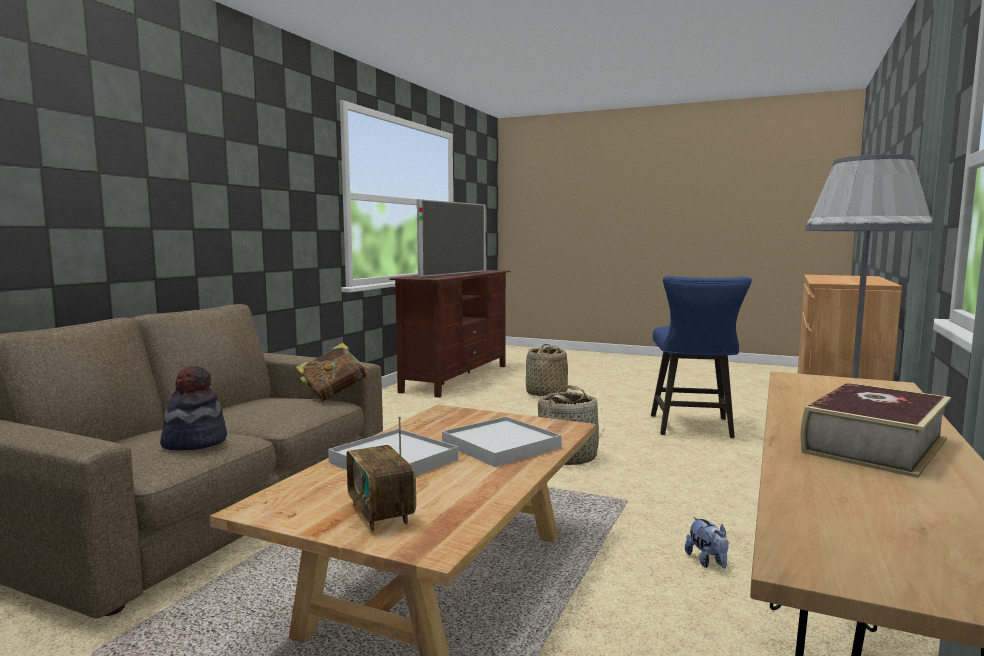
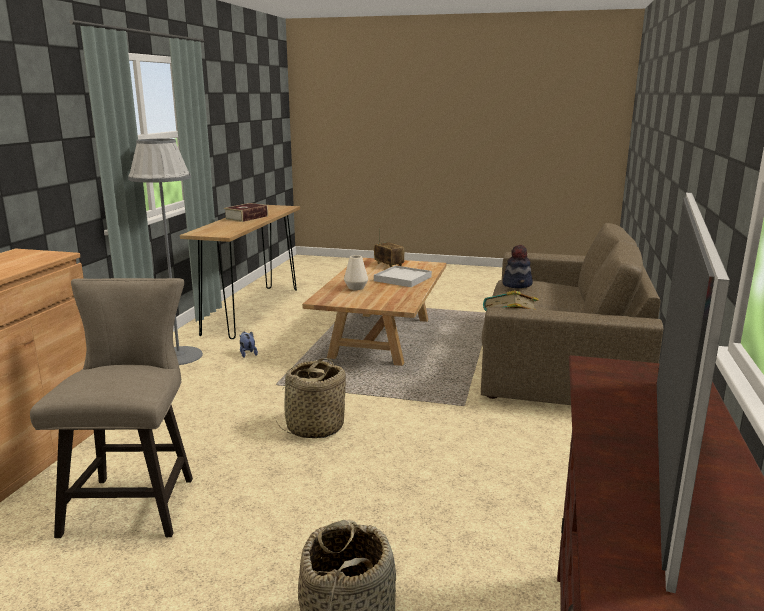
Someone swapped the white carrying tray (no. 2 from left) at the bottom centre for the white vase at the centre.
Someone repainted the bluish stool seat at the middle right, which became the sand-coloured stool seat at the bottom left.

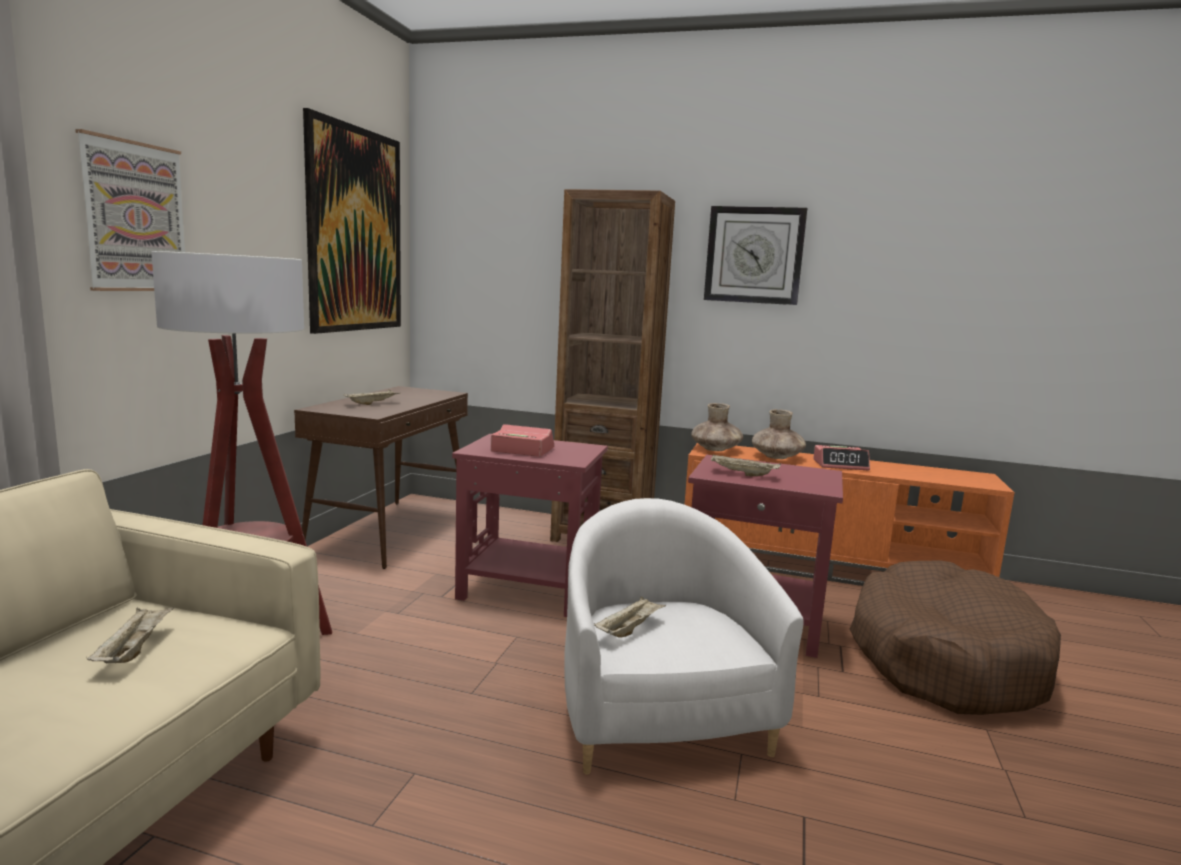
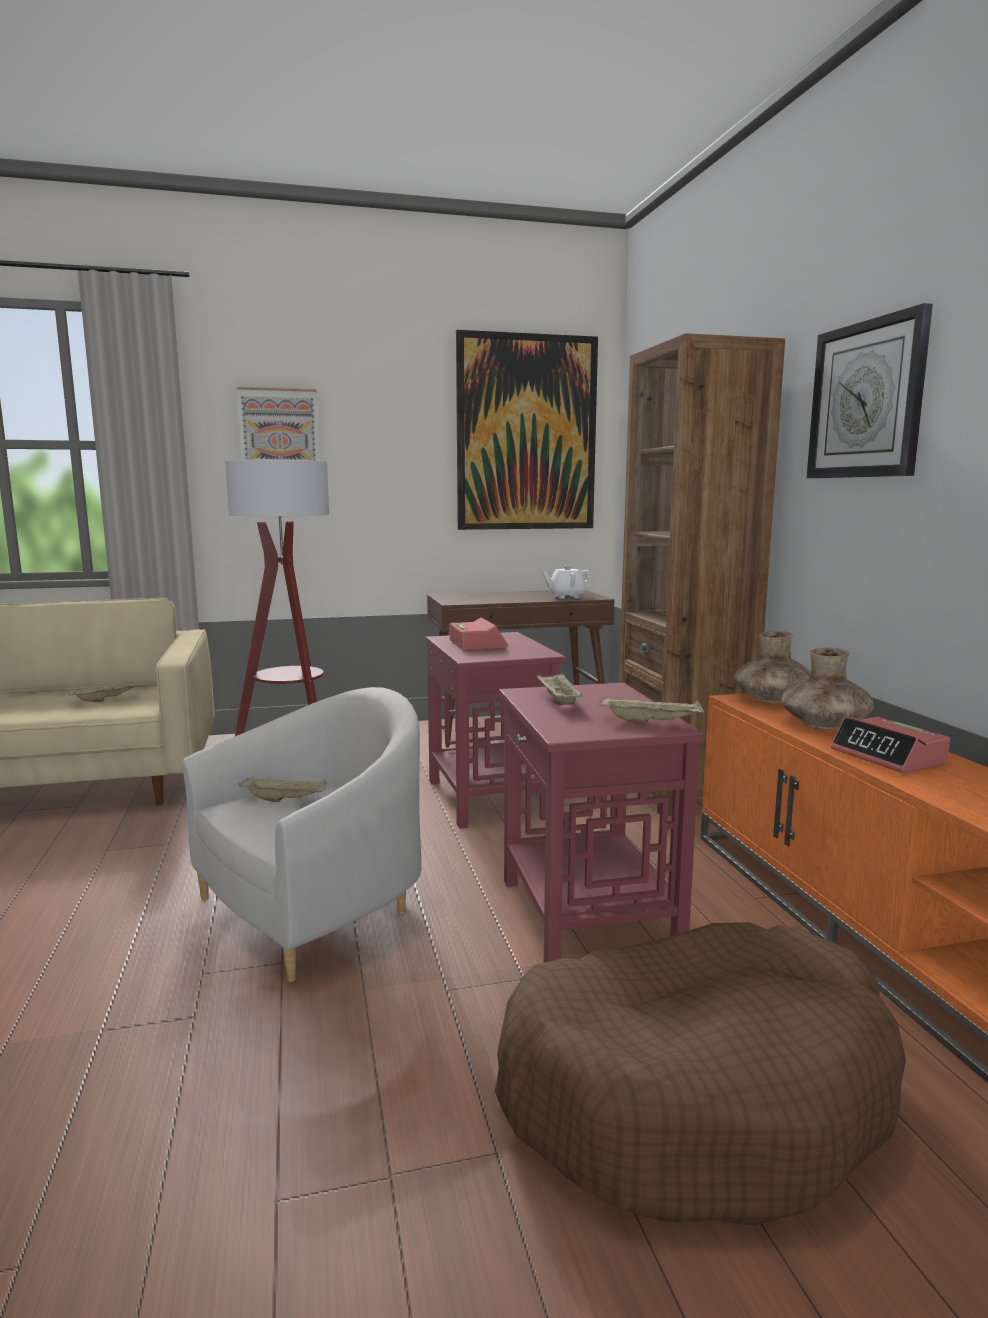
Someone put down the white teapot at the centre.
Someone carried the sand-coloured carrying tray (no. 2 from left in the first image) from the middle left to the centre.

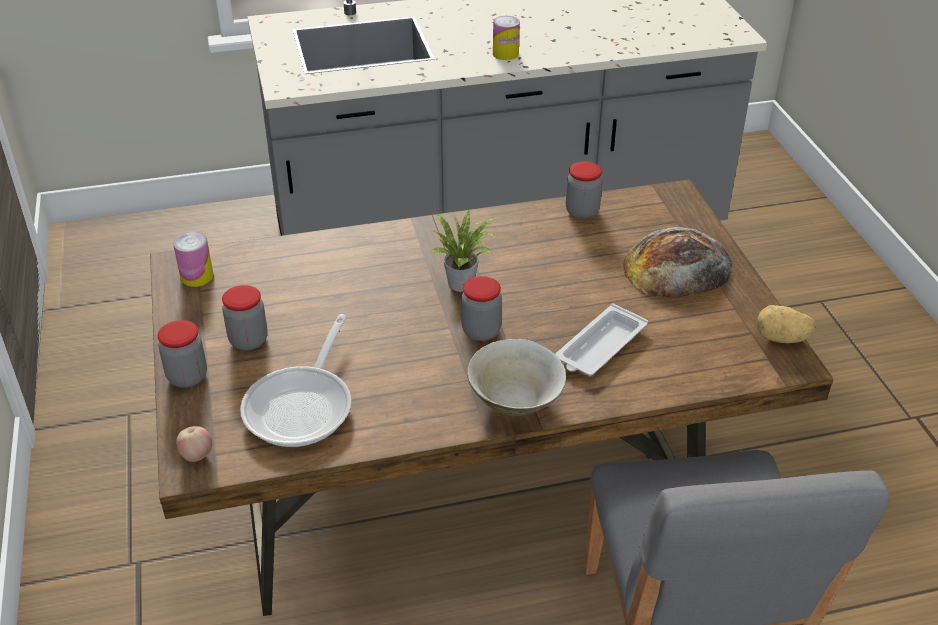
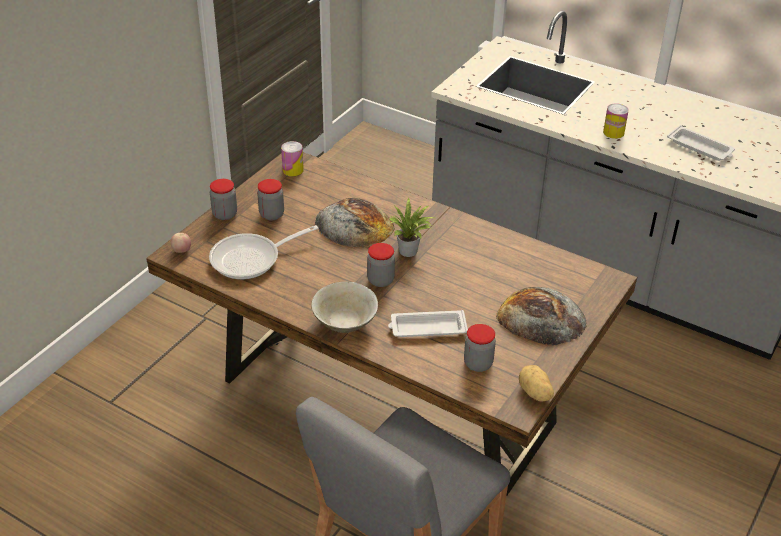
Someone put down the baked bread (no. 1 from left) at the centre.
Someone put down the white carrying tray (no. 2 from left) at the top right.
Someone carried the storage jar (no. 4 from left) from the top centre to the centre.

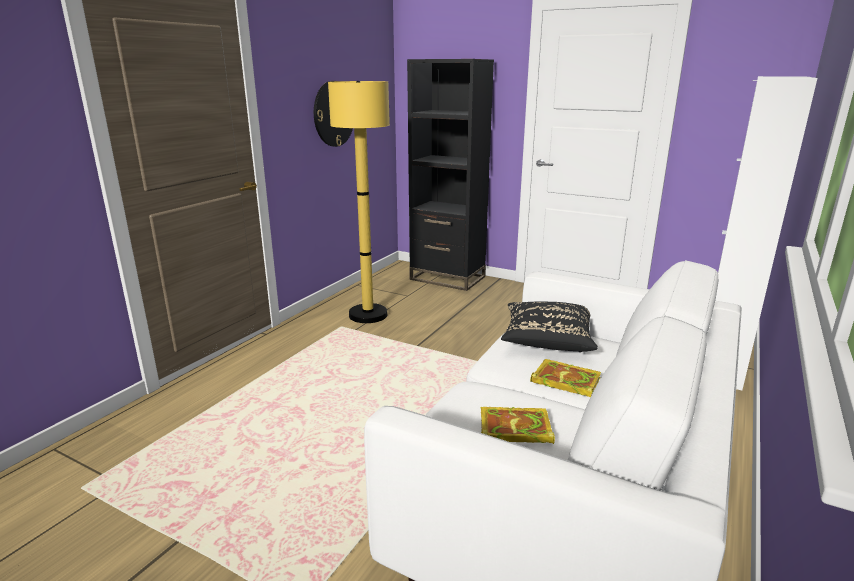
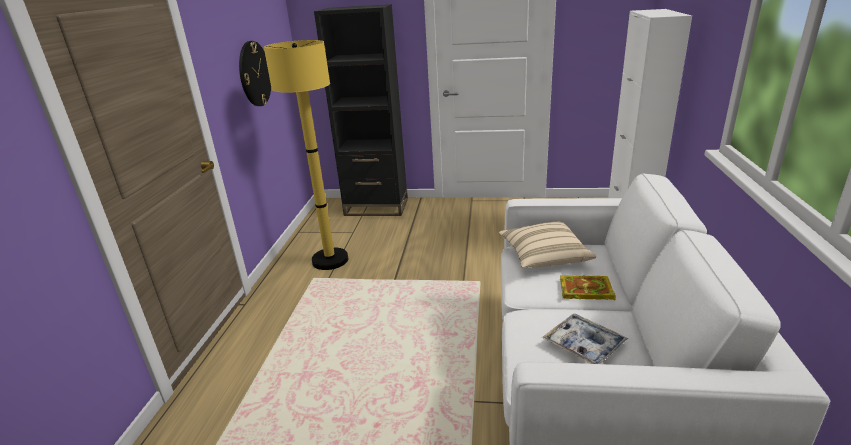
Someone swapped the book (no. 1 from left) at the bottom centre for the carrying tray at the bottom right.
Someone repainted the blackish pillow at the centre, which became the sand-coloured pillow at the centre.

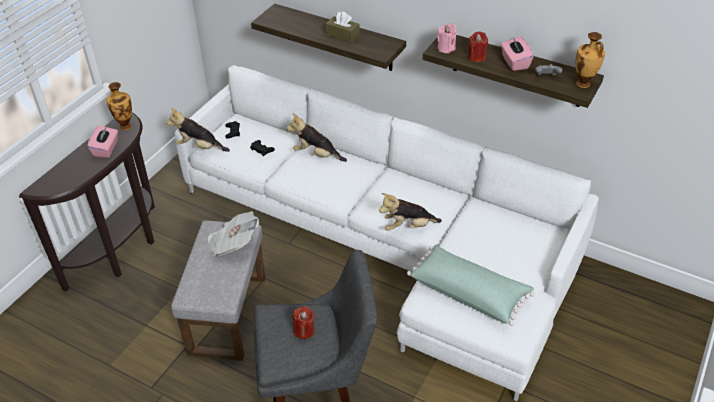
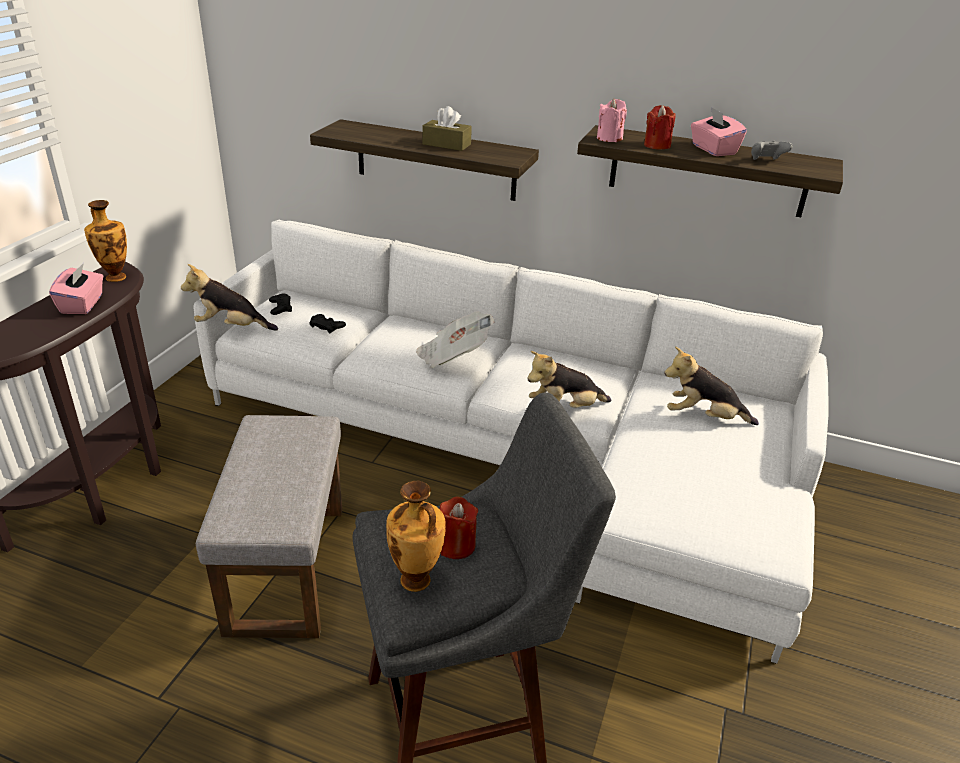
Someone took away the green-coloured pillow at the bottom centre.
Someone carried the printed paper from the middle left to the centre.
Someone carried the soft toy (no. 2 from left in the first image) from the centre to the middle right.
Someone carried the vase (no. 2 from left) from the top right to the bottom centre.

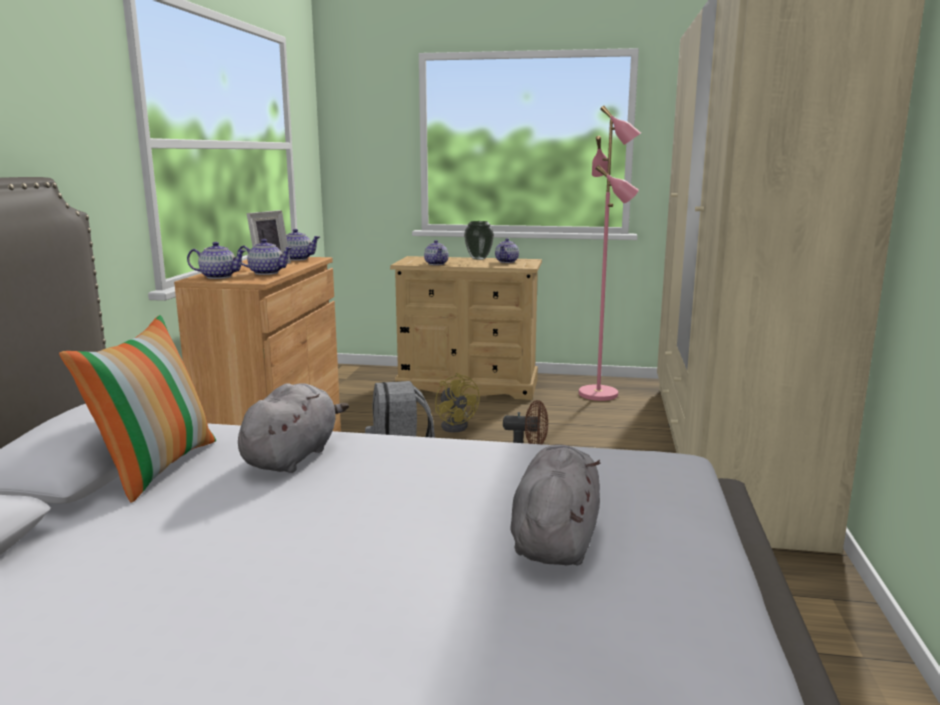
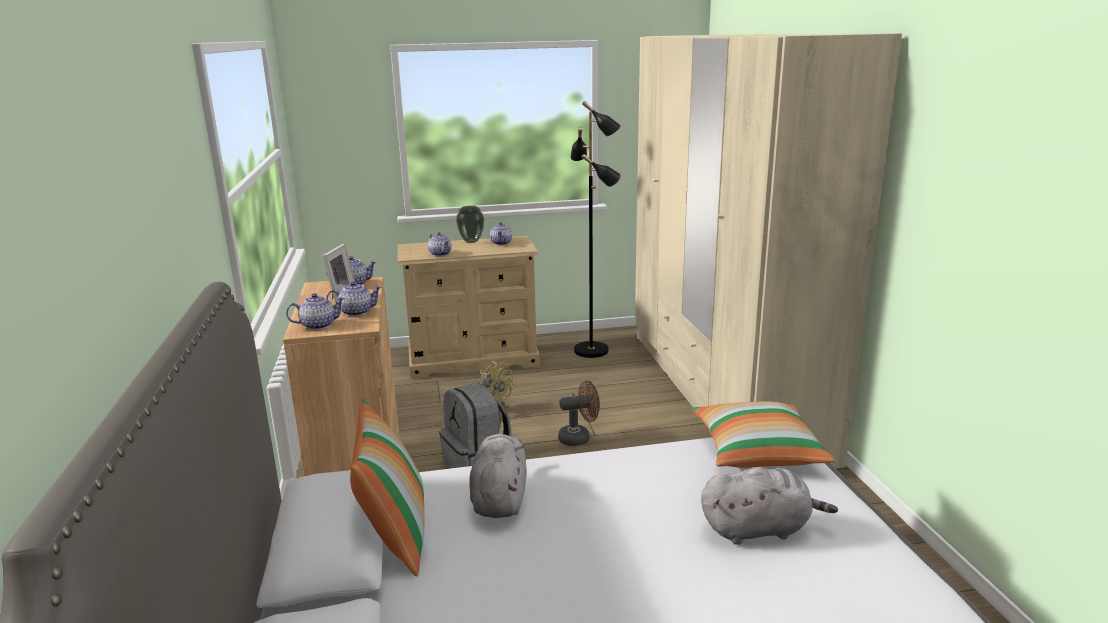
Someone put down the pillow (no. 2 from left) at the bottom right.
Someone repainted the pink-coloured floor lamp at the centre, which became the blackish floor lamp at the centre.
Someone rotated the greyish soft toy (no. 2 from left) at the bottom centre by 90 degrees clockwise.

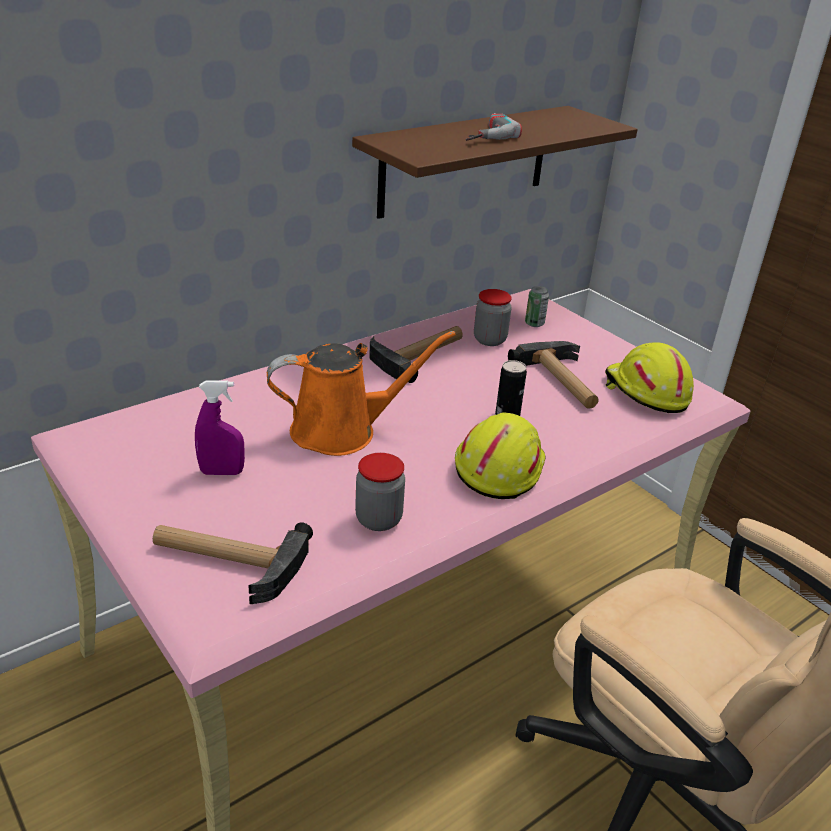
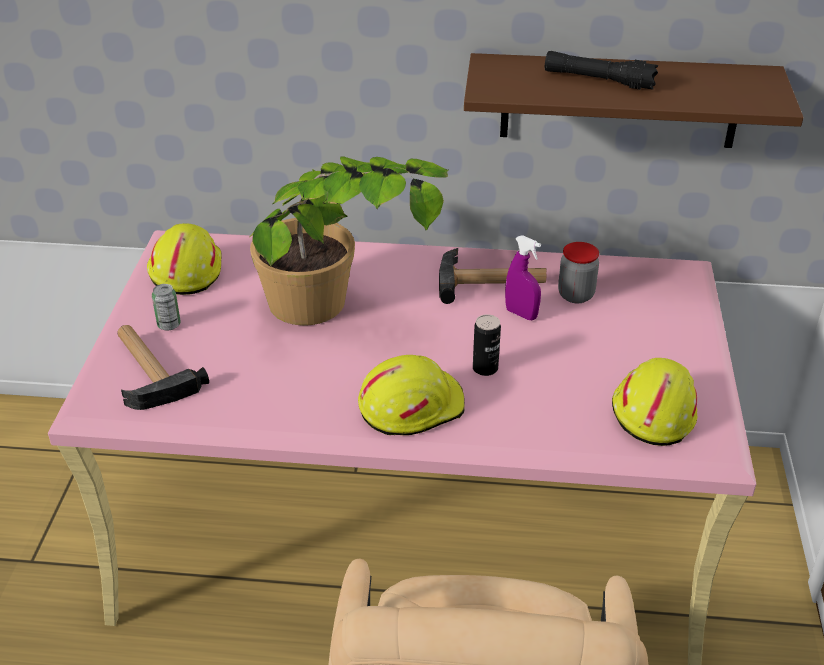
Someone took away the storage jar (no. 1 from left) at the centre.
Someone took away the hand hammer (no. 3 from left) at the centre.
Someone put down the yellowish hard hat (no. 1 from left) at the middle left.
Someone carried the purplish sprayer from the middle left to the centre.
Someone carried the can (no. 2 from left in the first image) from the centre to the middle left.
Someone swapped the orange watering can at the centre for the potted plant at the centre.
Someone swapped the power drill at the top centre for the blackish torch at the top right.

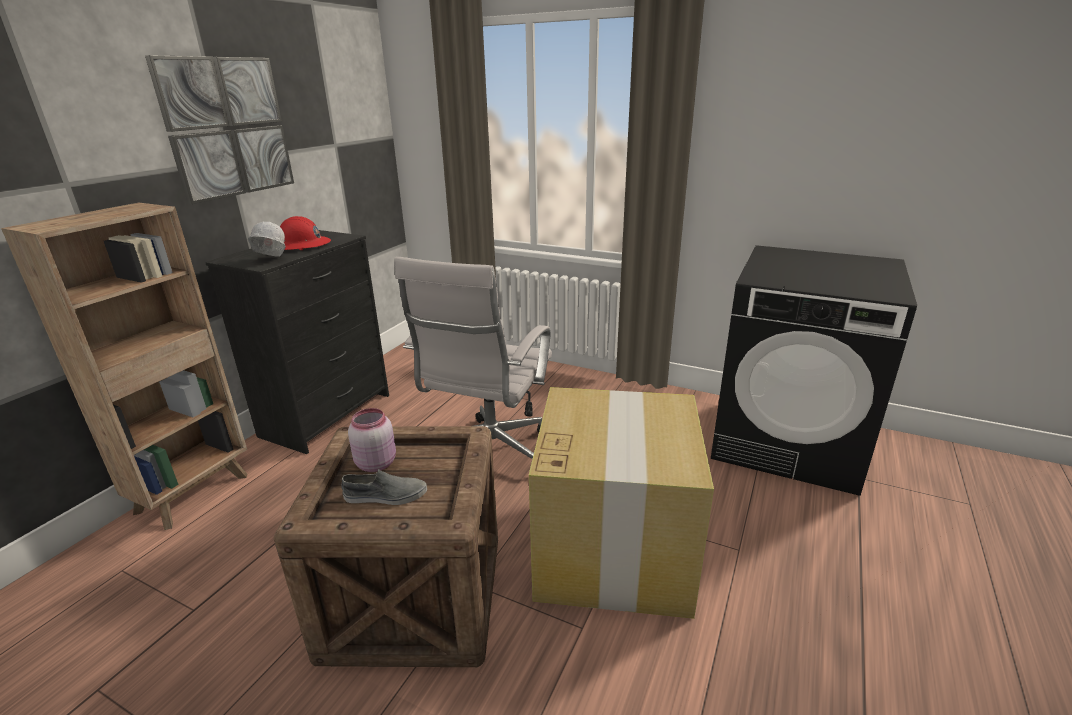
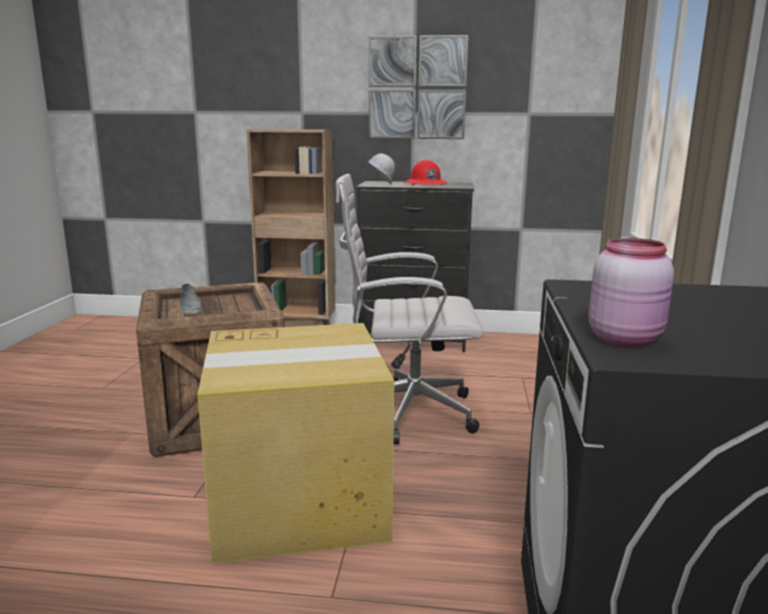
Someone carried the pink-coloured storage jar from the centre to the middle right.

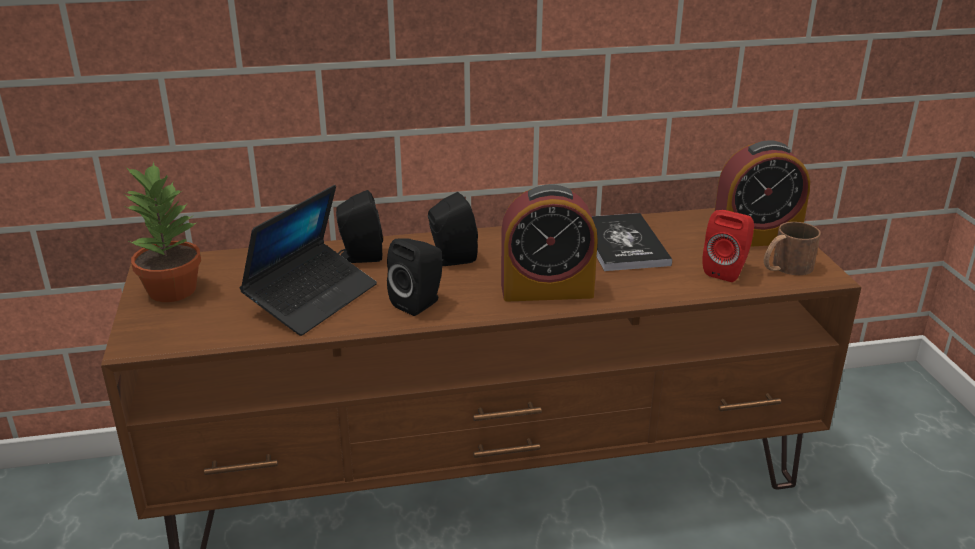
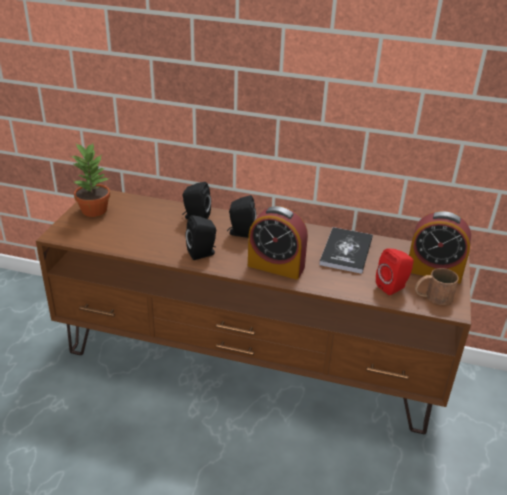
Someone took away the notebook computer at the middle left.

